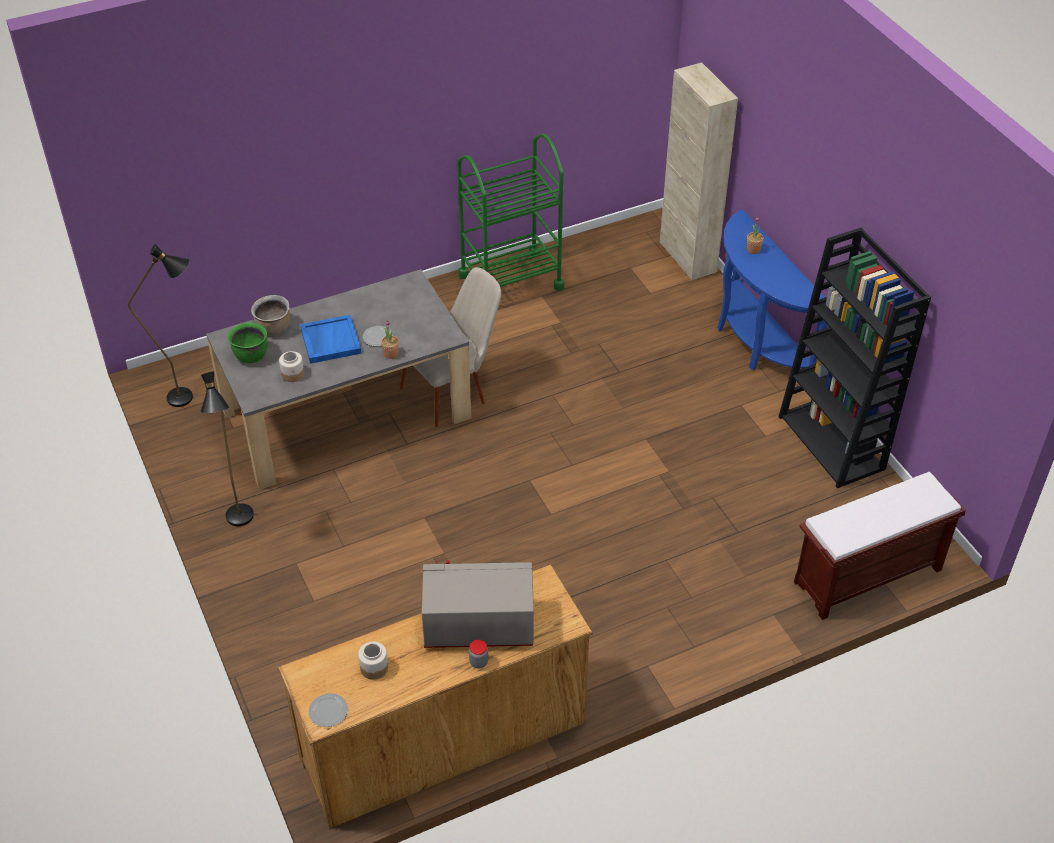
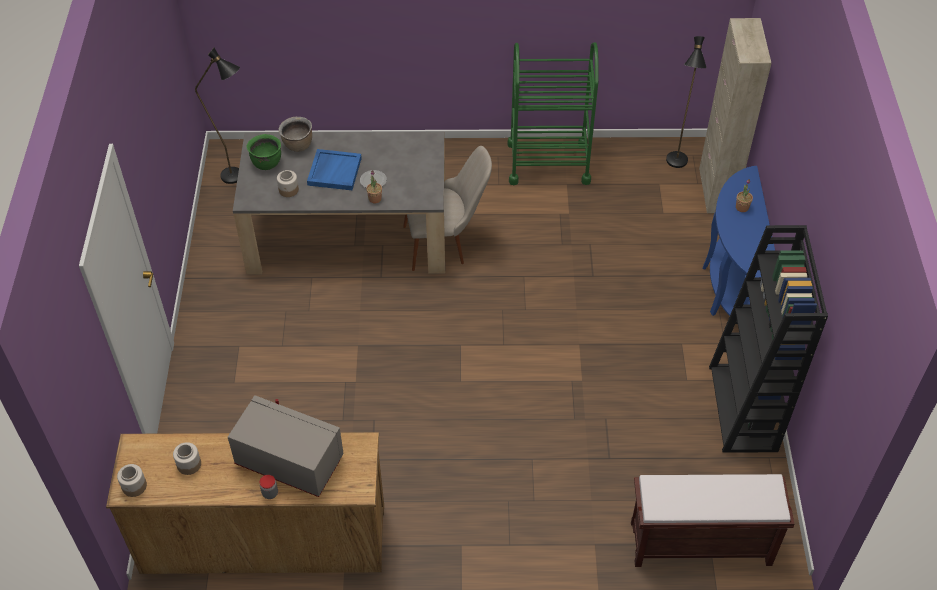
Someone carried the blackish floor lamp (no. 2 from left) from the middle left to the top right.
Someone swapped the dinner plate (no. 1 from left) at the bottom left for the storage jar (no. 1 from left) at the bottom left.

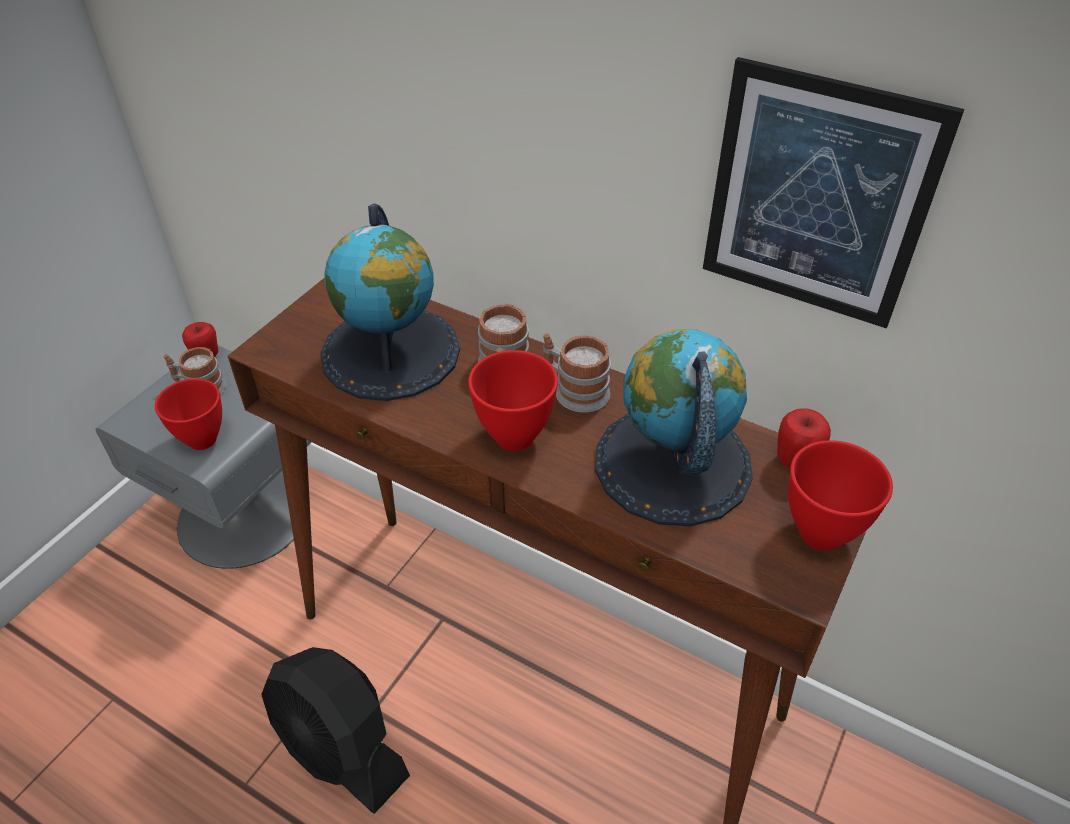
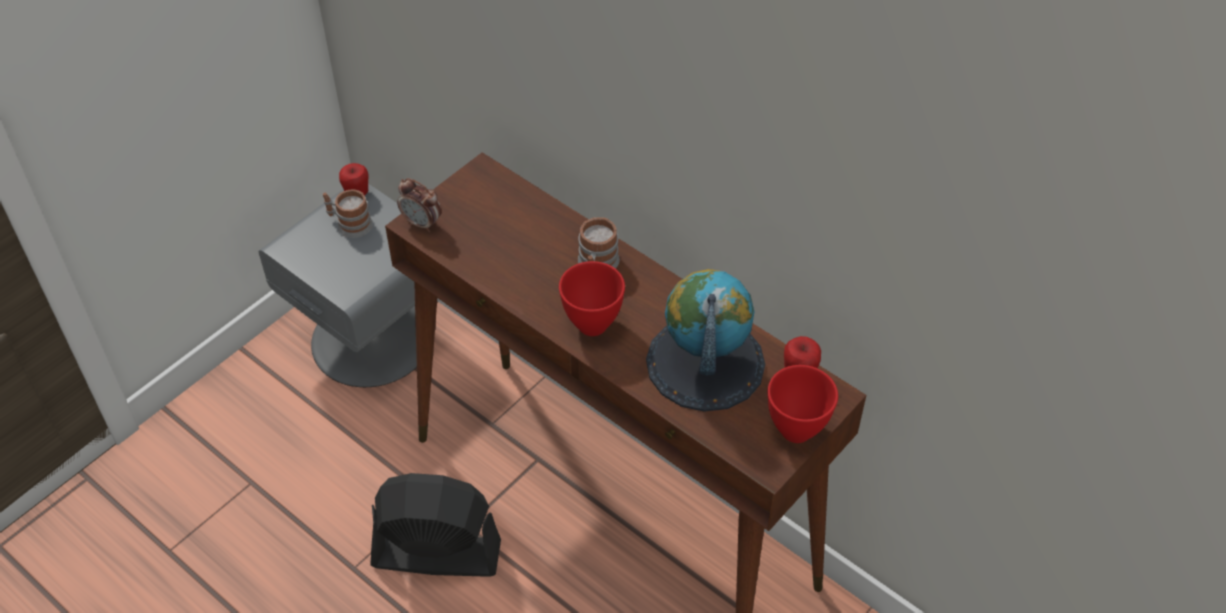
Someone took away the reddish serving bowl (no. 1 from left) at the middle left.
Someone took away the globe (no. 1 from left) at the centre.
Someone took away the tea mug (no. 3 from left) at the centre.
Someone took away the picture at the top right.
Someone put down the alarm clock at the centre.
Someone rotated the blackish cooling fan at the bottom left by 135 degrees clockwise.

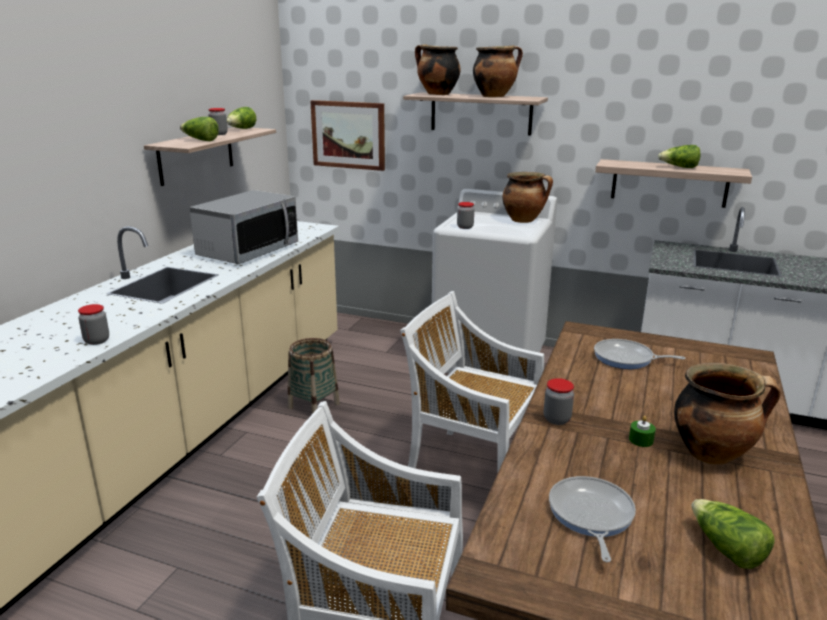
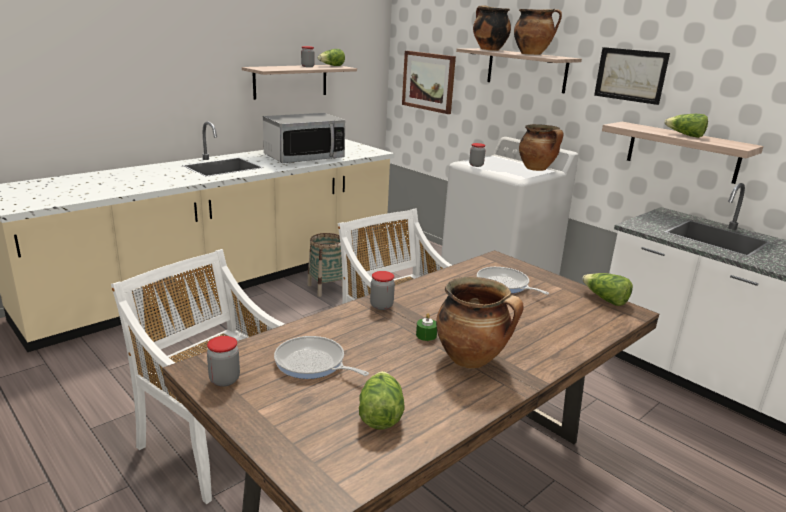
Someone put up the picture (no. 2 from left) at the top right.
Someone carried the storage jar (no. 1 from left) from the middle left to the bottom left.
Someone carried the head of lettuce (no. 1 from left in the first image) from the top left to the middle right.
Someone rotated the frying pan (no. 1 from left) at the bottom right by 90 degrees counterclockwise.

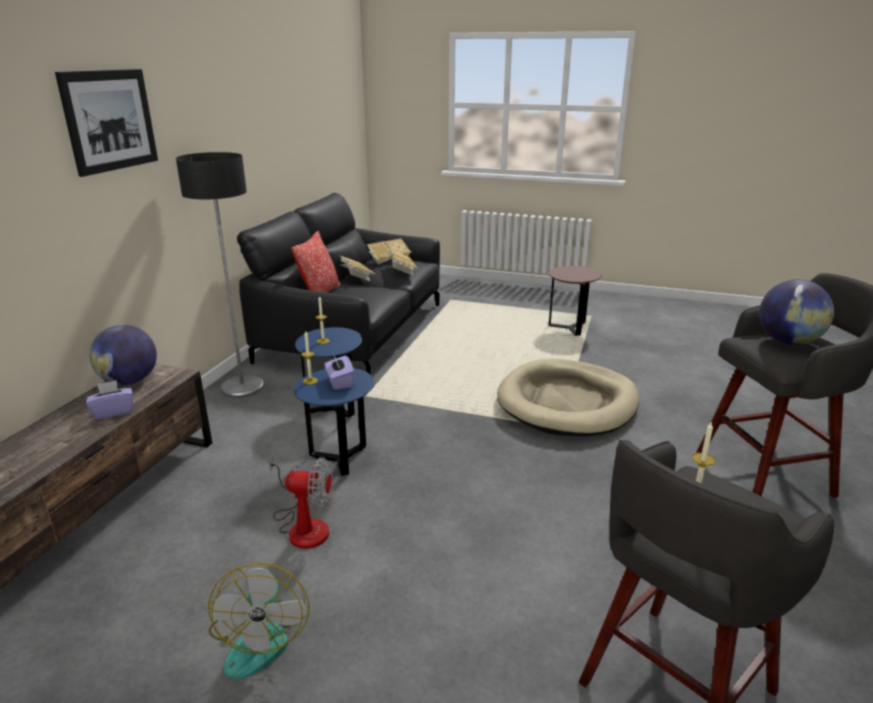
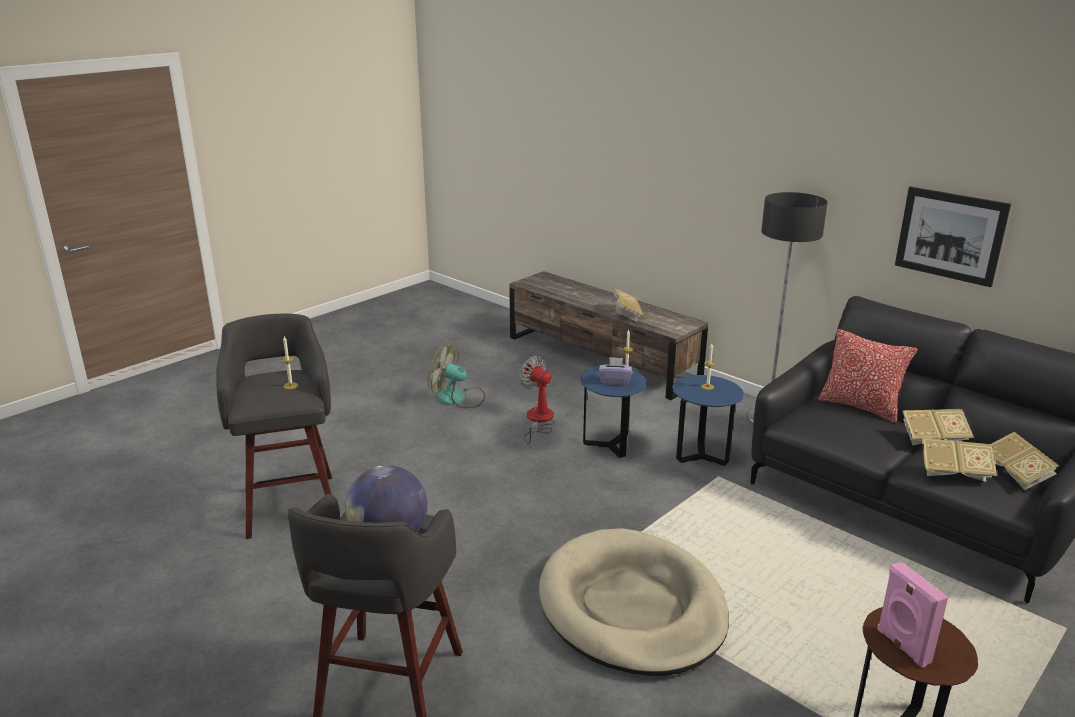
Someone took away the globe (no. 1 from left) at the middle left.
Someone put down the pink-coloured audio speaker at the bottom right.
Someone carried the picture from the top left to the top right.
Someone swapped the purplish box of tissues (no. 1 from left) at the middle left for the book (no. 1 from left) at the centre.
Someone rotated the cooling fan (no. 2 from left) at the bottom centre by 105 degrees clockwise.

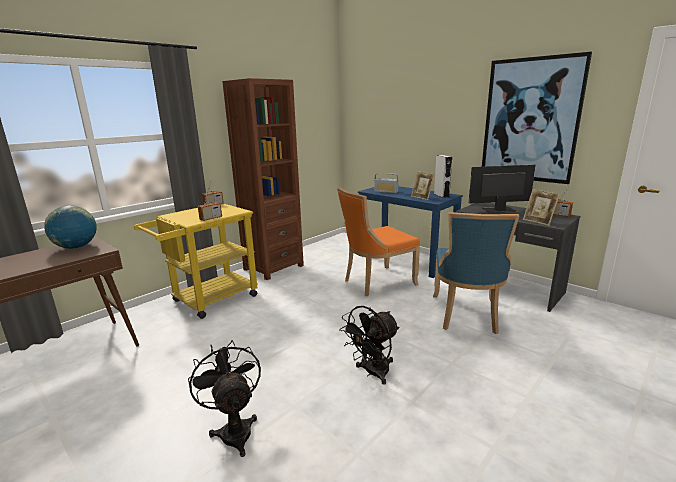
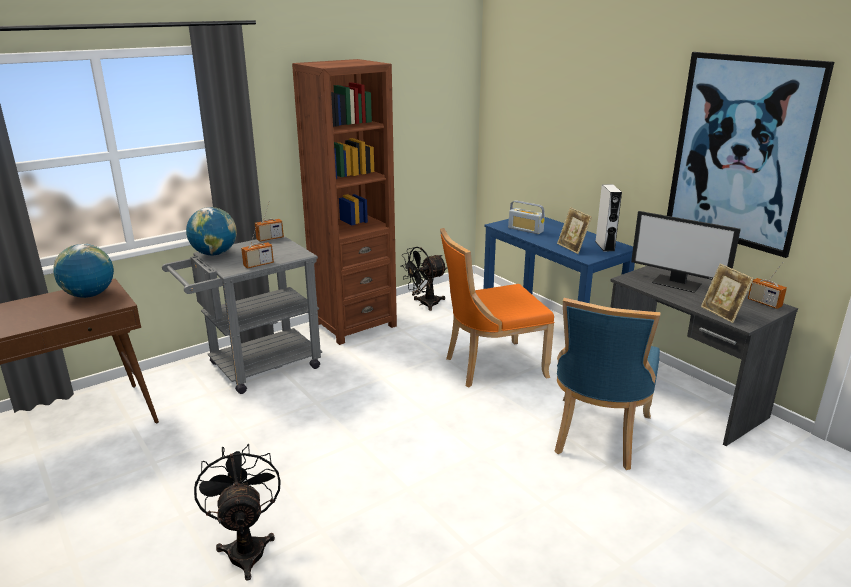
Someone put down the globe (no. 2 from left) at the middle left.
Someone carried the blackish cooling fan (no. 2 from left) from the bottom centre to the centre.
Someone repainted the yellowish cart at the middle left, which became the greyish cart at the middle left.
Someone rotated the monitor at the middle right by 150 degrees counterclockwise.

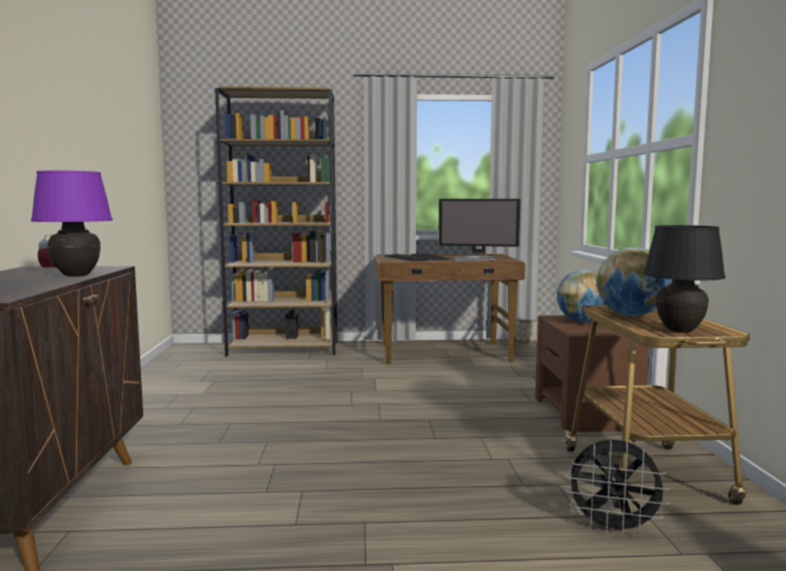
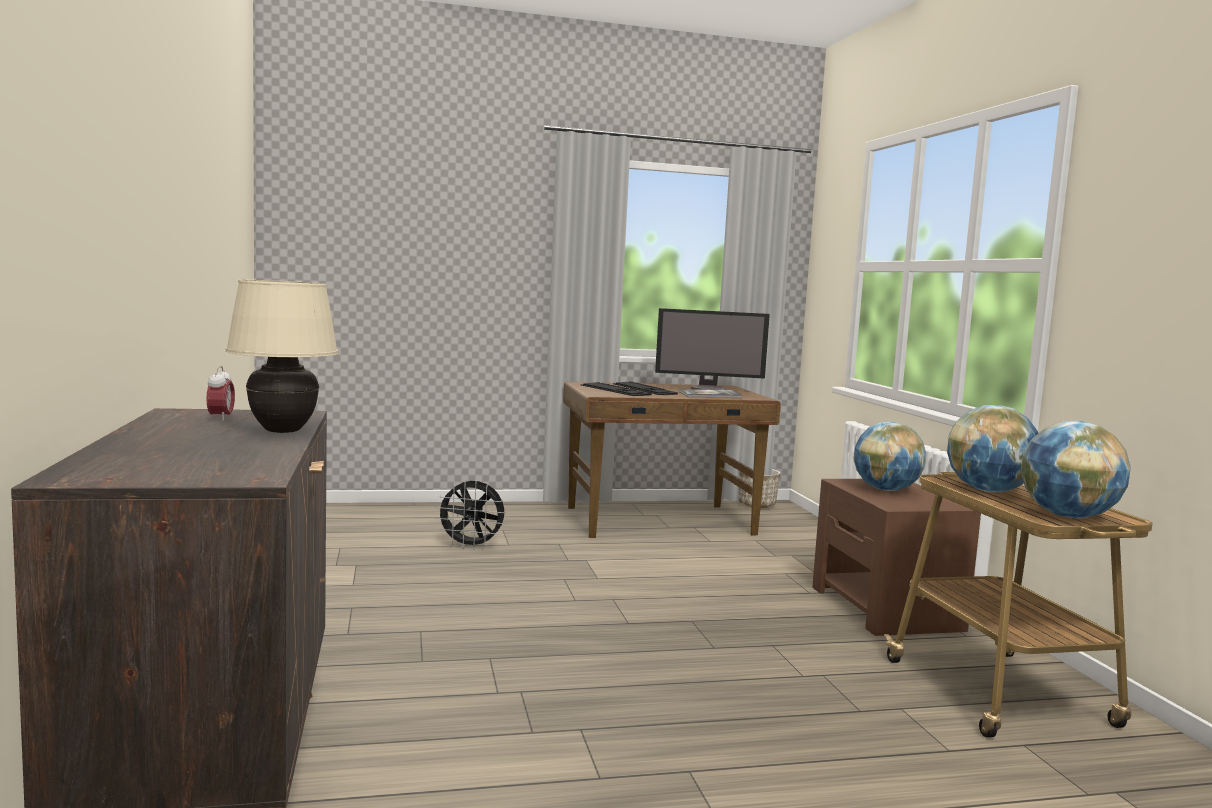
Someone took away the brownish bookshelf at the centre.
Someone carried the blackish cooling fan from the bottom right to the centre.
Someone swapped the blackish tabletop lamp at the middle right for the globe (no. 3 from left) at the middle right.
Someone repainted the purplish tabletop lamp at the middle left, which became the sand-coloured tabletop lamp at the middle left.

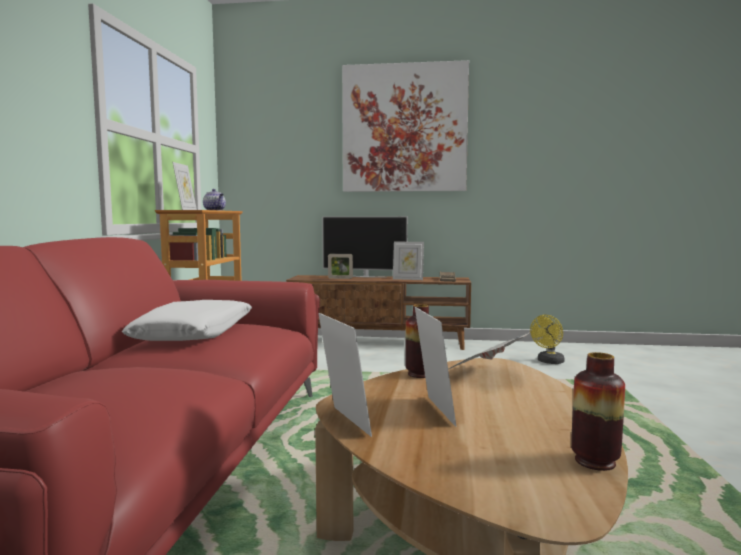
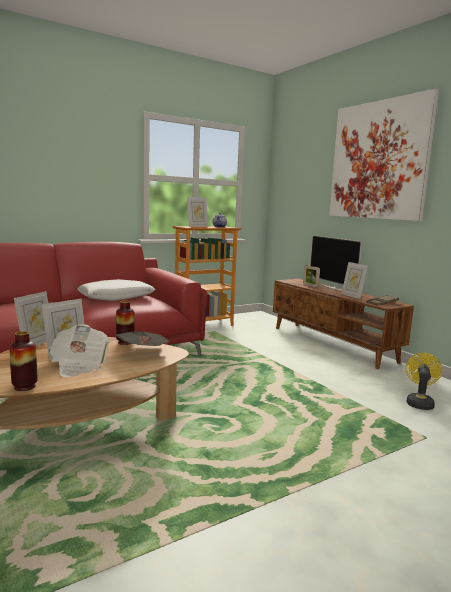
Someone put down the printed paper (no. 1 from left) at the middle left.
Someone rotated the yellowish cooling fan at the middle right by 105 degrees clockwise.

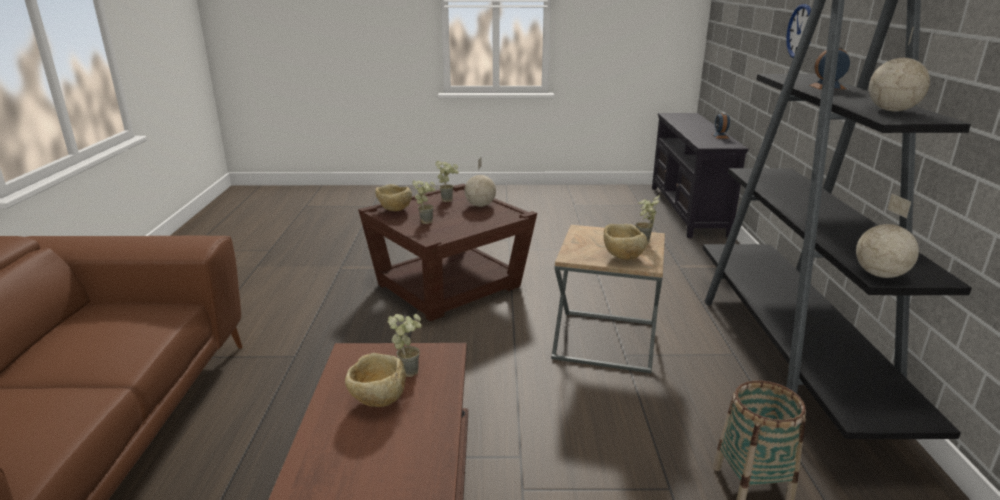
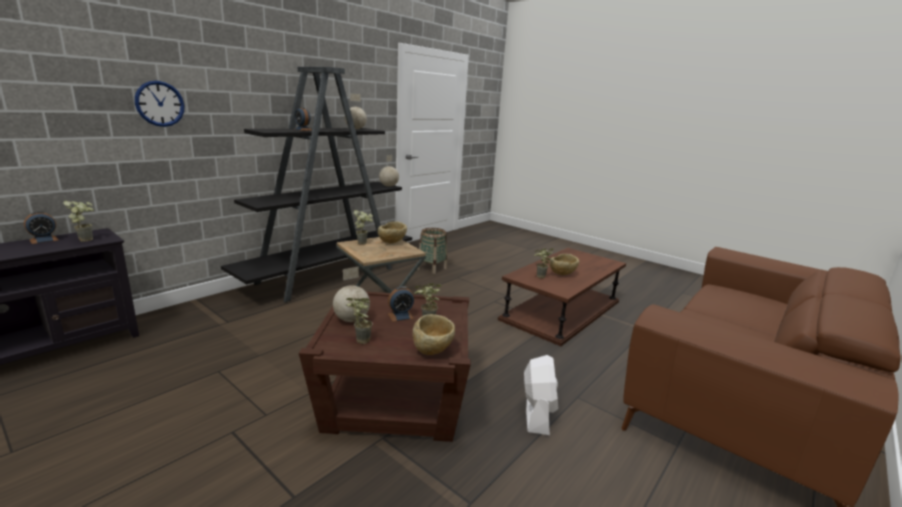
Someone put down the potted plant (no. 1 from left) at the middle left.
Someone put down the alarm clock (no. 3 from left) at the centre.
Someone put down the white cooling fan at the bottom centre.

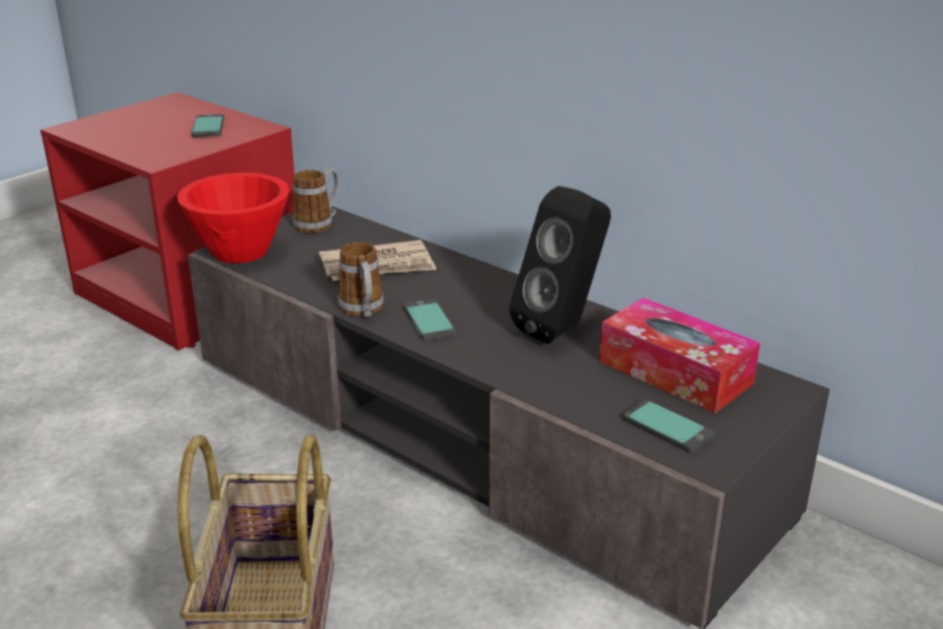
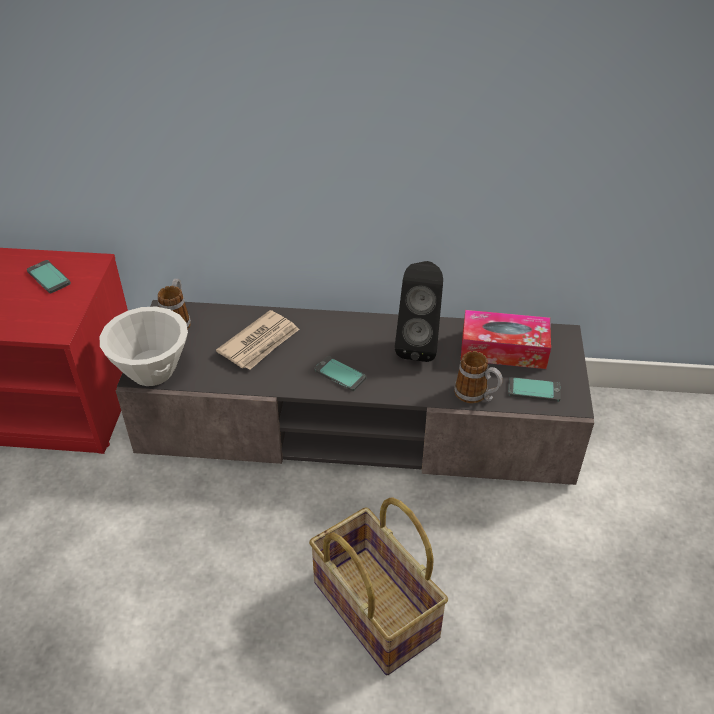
Someone carried the tea mug (no. 2 from left) from the centre to the middle right.
Someone repainted the reddish serving bowl at the middle left, which became the white serving bowl at the middle left.

